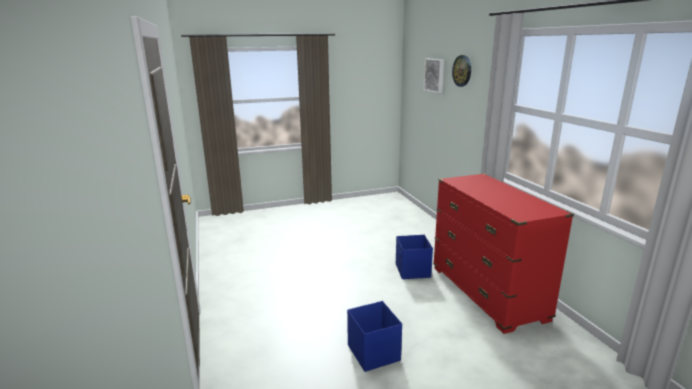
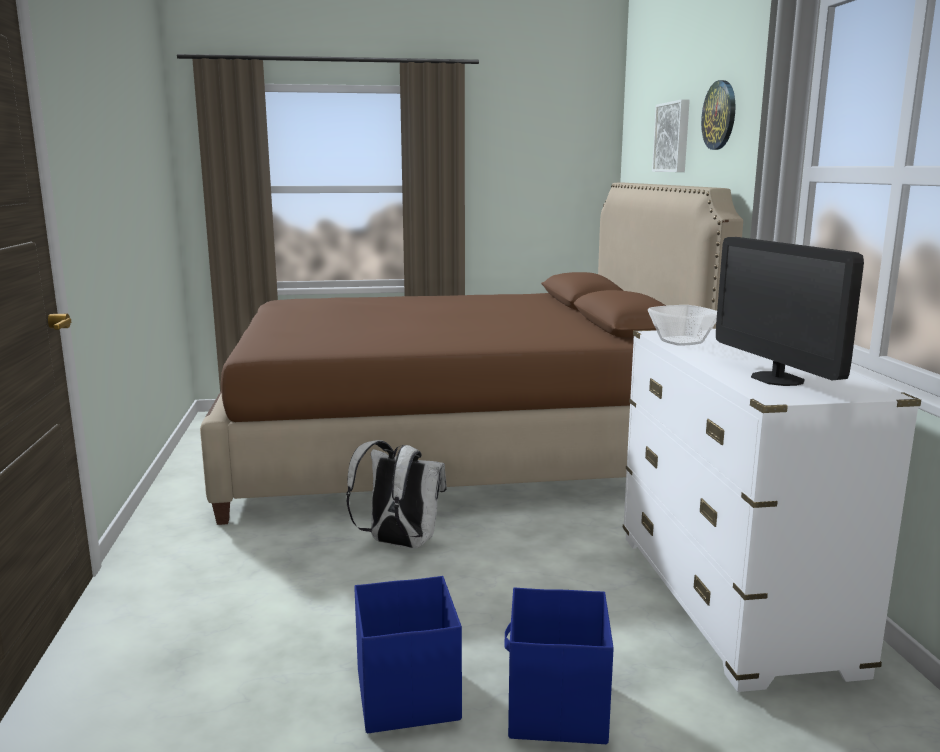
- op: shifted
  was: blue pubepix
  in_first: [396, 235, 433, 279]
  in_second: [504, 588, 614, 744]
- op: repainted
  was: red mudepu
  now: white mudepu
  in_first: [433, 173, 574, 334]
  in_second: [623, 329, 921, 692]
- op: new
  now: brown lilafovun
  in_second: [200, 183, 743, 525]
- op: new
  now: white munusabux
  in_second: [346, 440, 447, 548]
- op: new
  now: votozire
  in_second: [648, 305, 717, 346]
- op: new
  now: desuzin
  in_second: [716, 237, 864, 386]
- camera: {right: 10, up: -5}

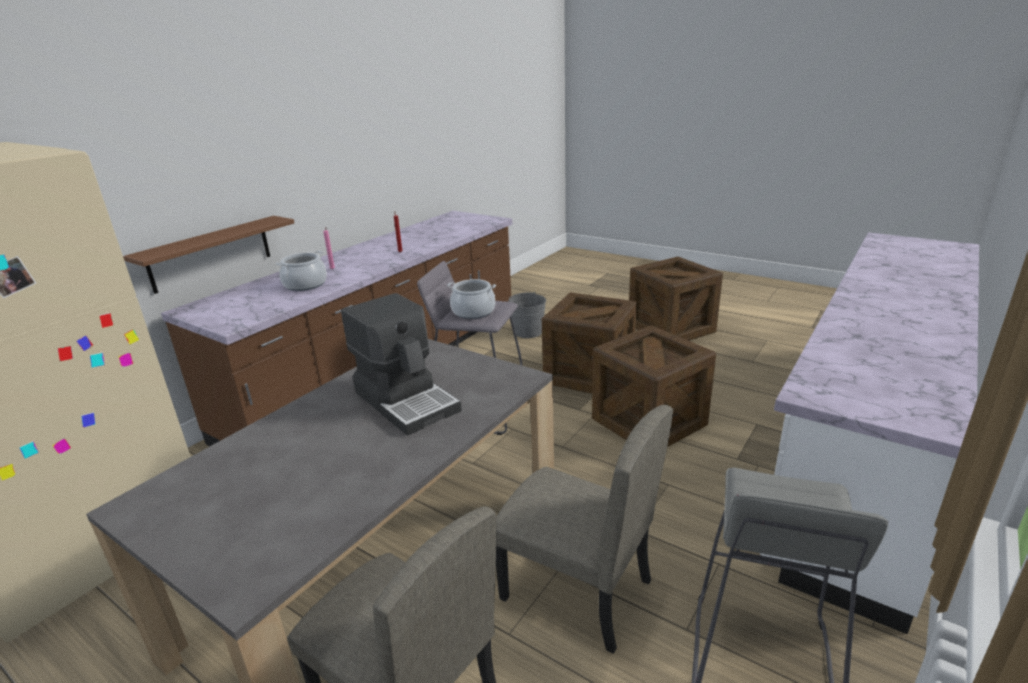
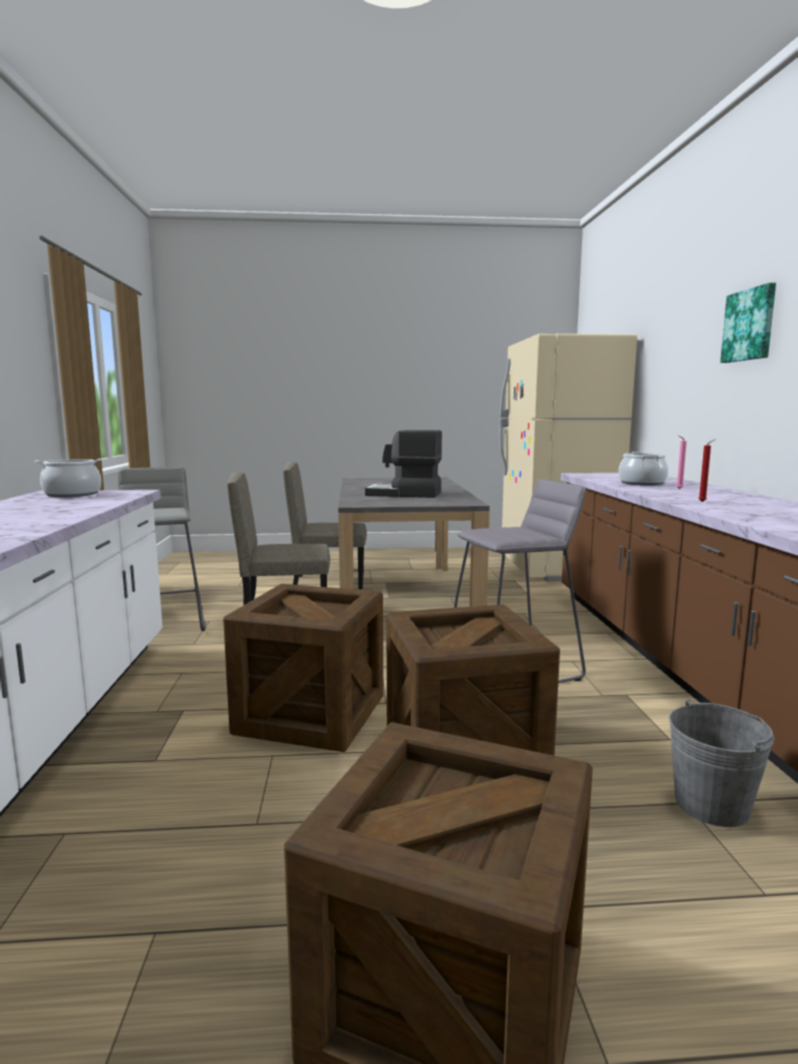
- op: gone
  was: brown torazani
  in_first: [123, 216, 294, 294]
- op: shifted
  was: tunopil
  in_first: [447, 279, 496, 319]
  in_second: [35, 459, 102, 497]
- op: new
  now: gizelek
  in_second: [720, 283, 776, 363]
- camera: {right: 140, up: -15}

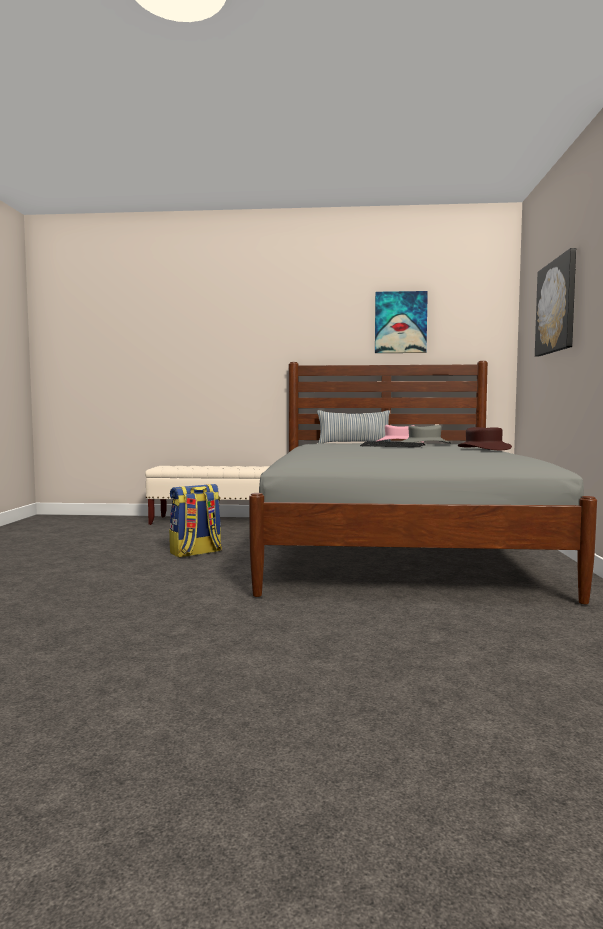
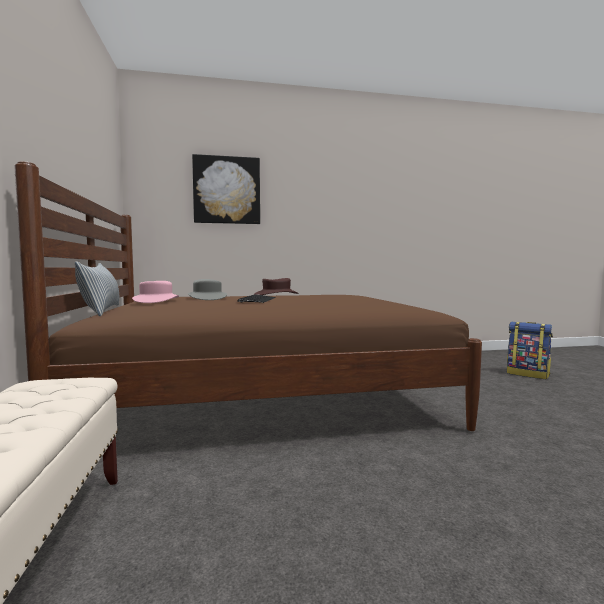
- op: shifted
  was: munusabux
  in_first: [169, 484, 222, 558]
  in_second: [507, 322, 553, 379]
- op: repainted
  was: grey lilafovun
  now: brown lilafovun
  in_first: [249, 361, 597, 604]
  in_second: [14, 161, 482, 431]
- op: gone
  was: gizelek
  in_first: [375, 291, 428, 353]
- camera: {right: -105, up: 0}

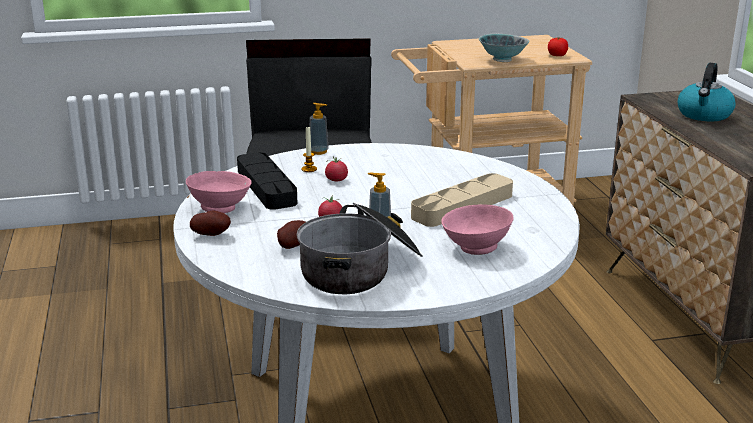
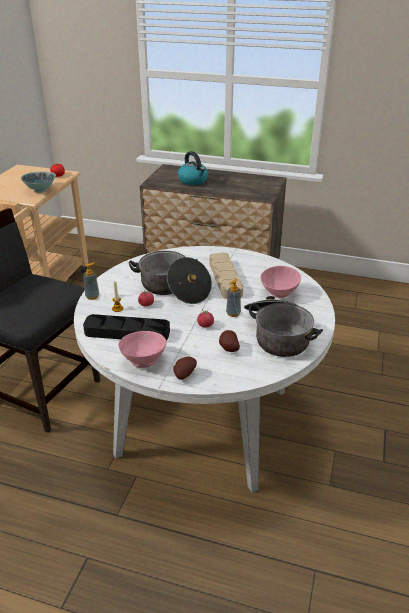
- op: new
  now: tunopil
  in_second: [129, 251, 212, 304]
- camera: {right: -60, up: 10}

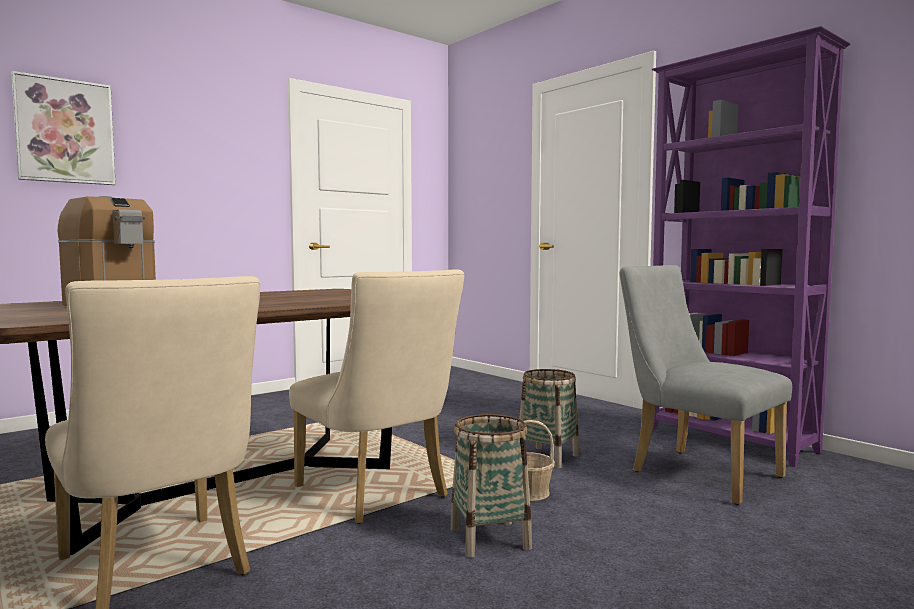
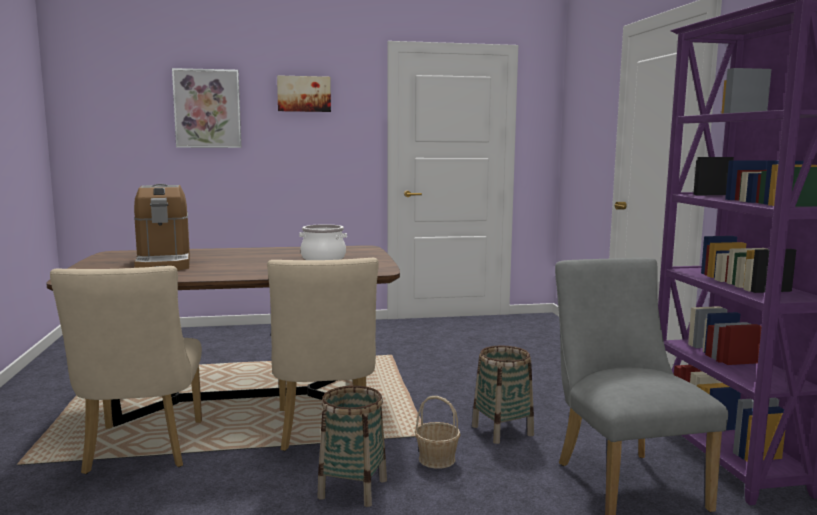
- op: new
  now: gizelek
  in_second: [277, 75, 331, 112]
- op: new
  now: tunopil
  in_second: [299, 224, 347, 260]
- camera: {right: 30, up: 5}

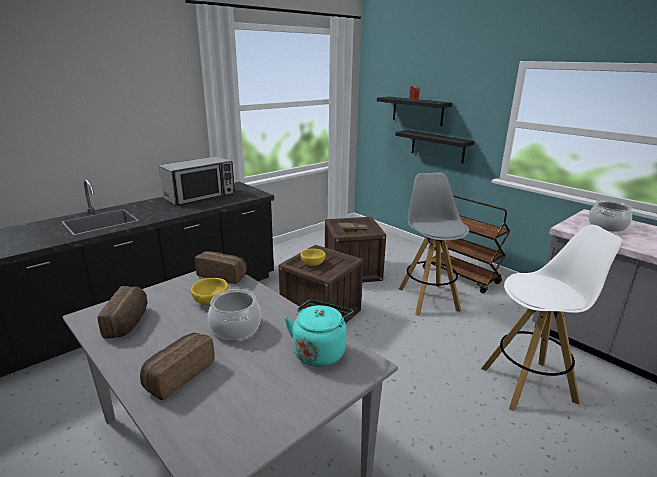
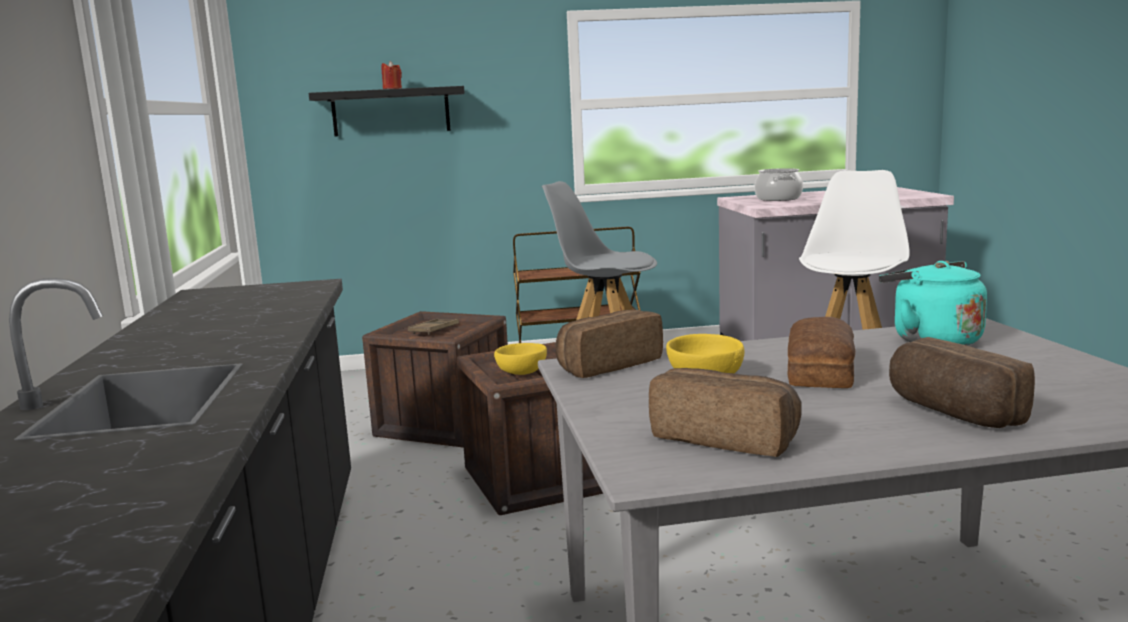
- op: gone
  was: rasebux
  in_first: [159, 156, 235, 206]
- op: swapped
  was: tunopil
  now: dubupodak
  in_first: [208, 289, 261, 340]
  in_second: [788, 317, 855, 388]
- op: gone
  was: black torazani
  in_first: [395, 130, 475, 163]
- camera: {right: -55, up: -10}

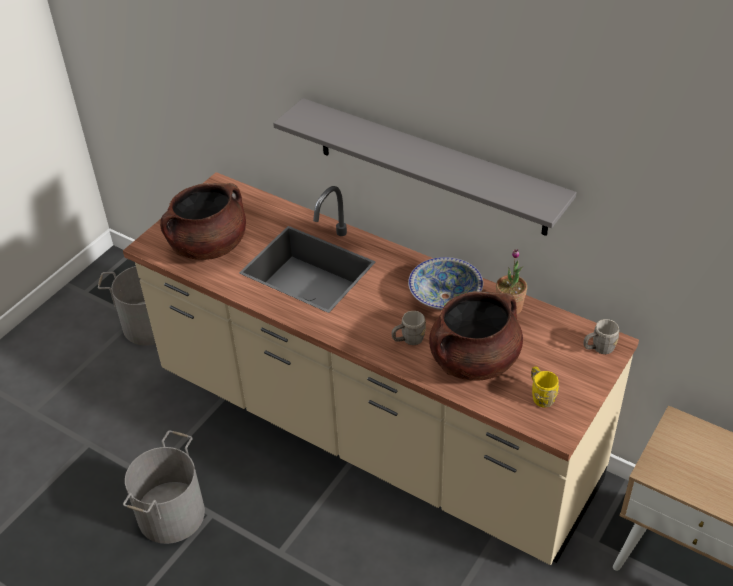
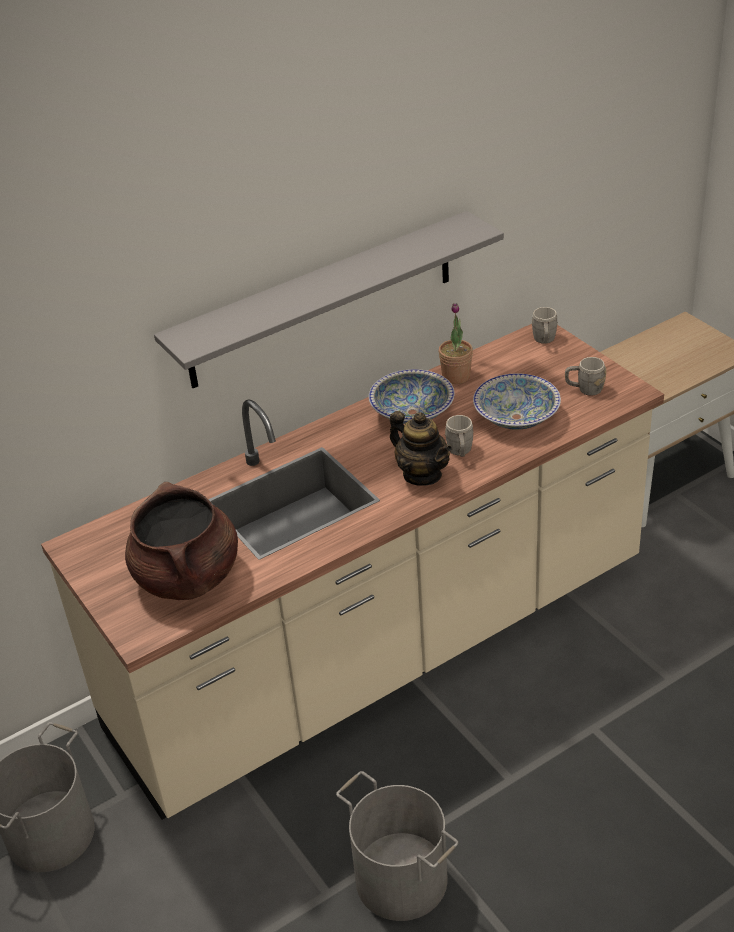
- op: swapped
  was: brown tunopil
  now: votozire
  in_first: [429, 291, 523, 381]
  in_second: [473, 373, 561, 430]
- op: repainted
  was: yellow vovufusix
  now: grey vovufusix
  in_first: [531, 366, 559, 408]
  in_second: [565, 357, 606, 396]
- op: new
  now: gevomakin
  in_second: [390, 411, 452, 486]
- camera: {right: -65, up: -5}

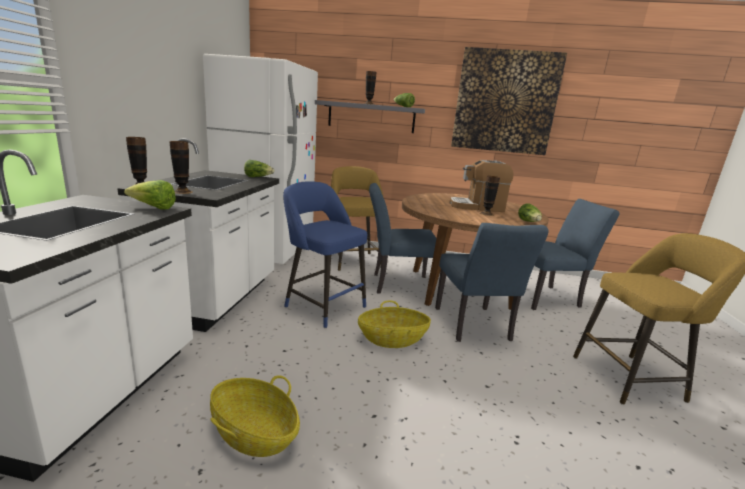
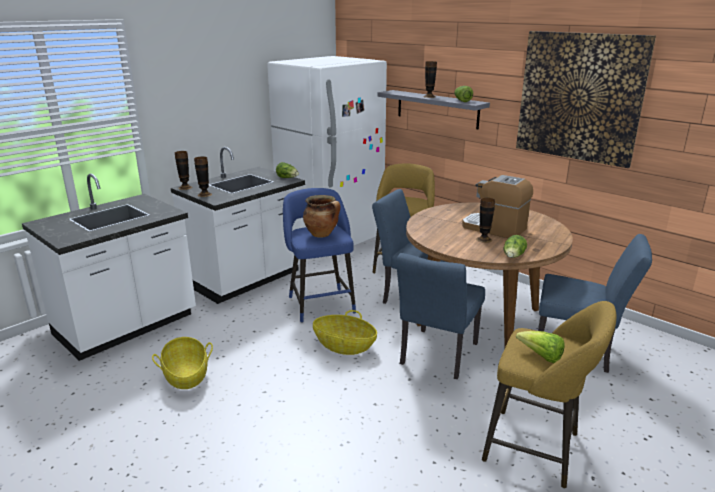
- op: shifted
  was: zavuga
  in_first: [124, 180, 176, 210]
  in_second: [516, 331, 565, 363]
- op: new
  now: tunopil
  in_second: [303, 195, 341, 237]
- camera: {right: 35, up: 5}

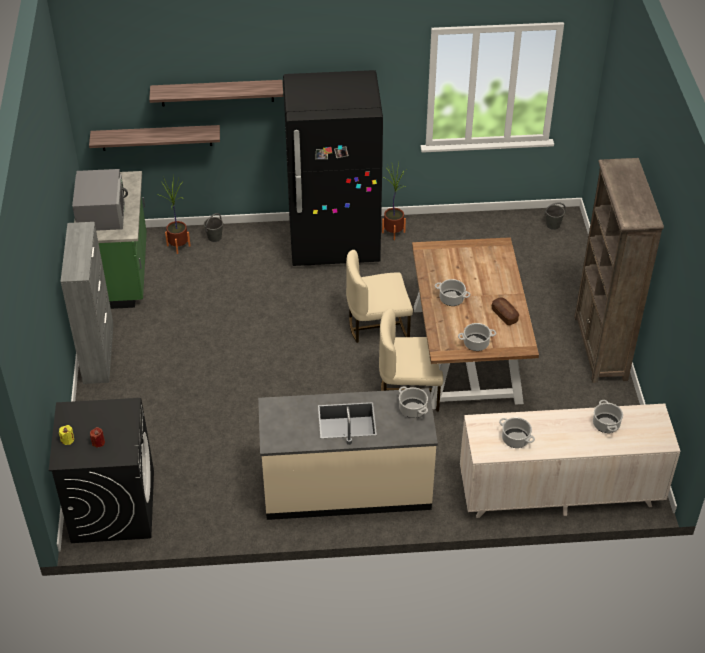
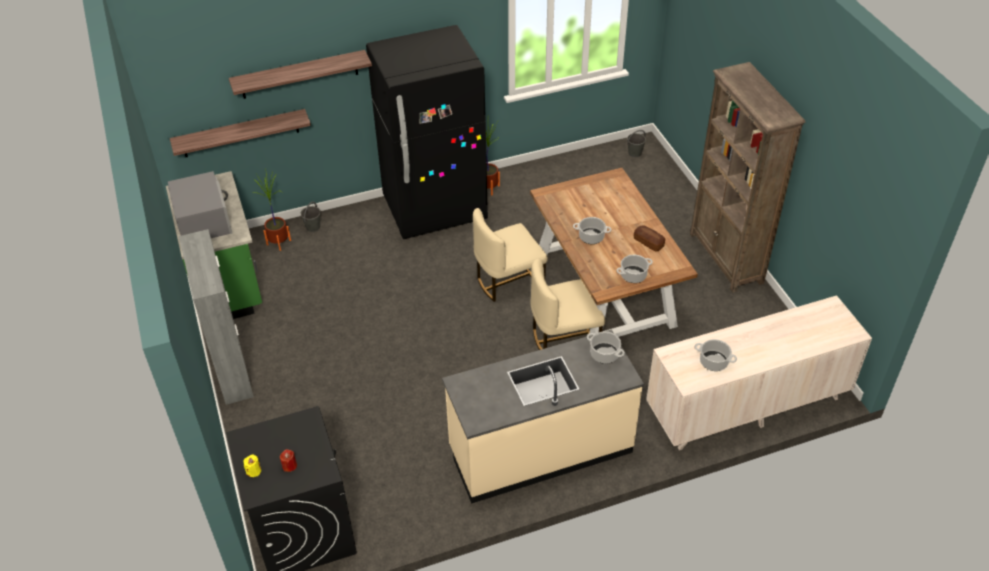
- op: gone
  was: tunopil
  in_first: [593, 400, 623, 433]
- camera: {right: -15, up: 0}

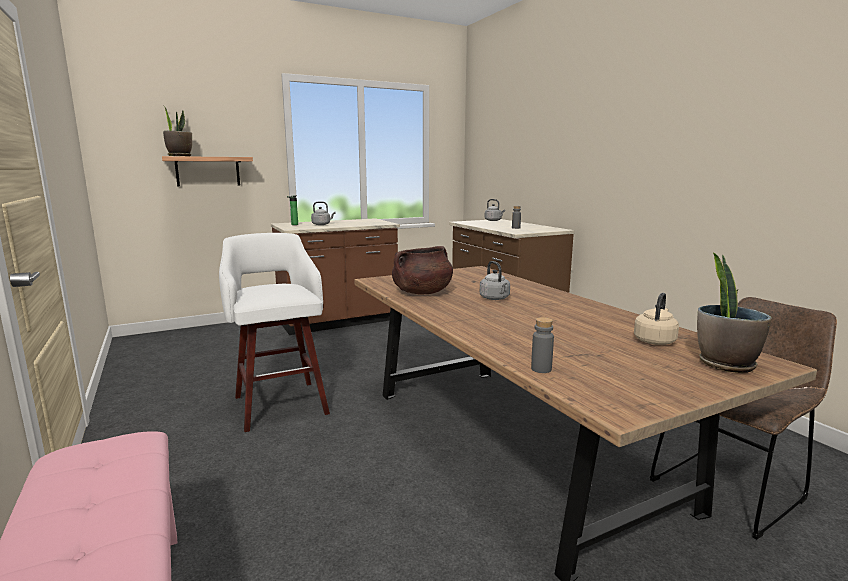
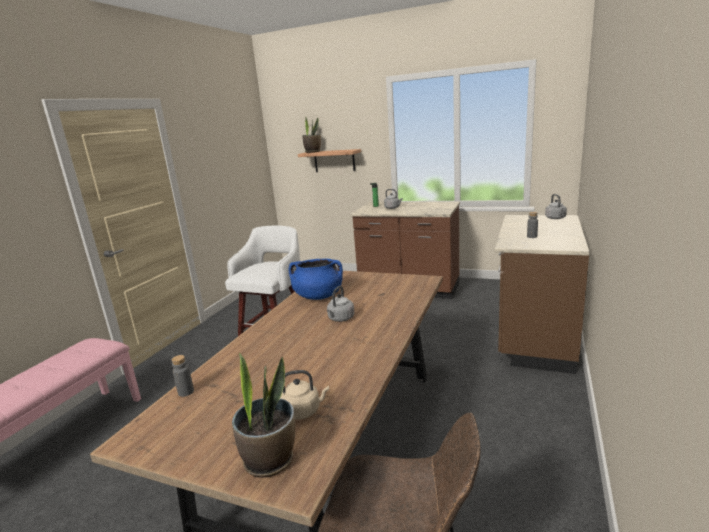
- op: repainted
  was: brown tunopil
  now: blue tunopil
  in_first: [392, 246, 453, 294]
  in_second: [289, 259, 343, 300]
- camera: {right: 50, up: 5}

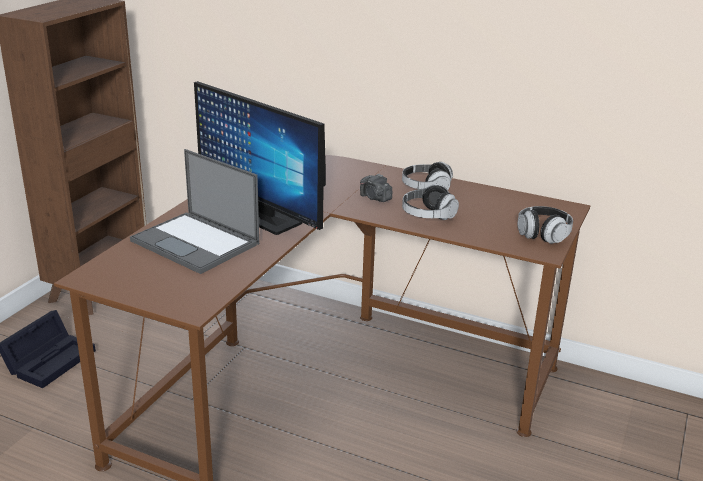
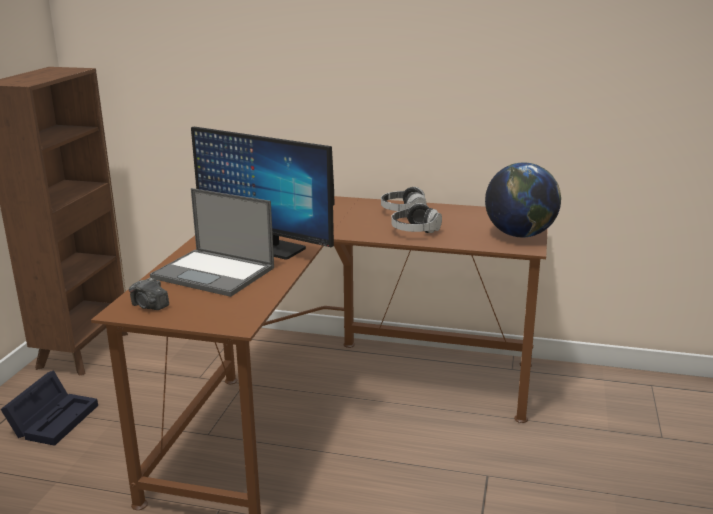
- op: shifted
  was: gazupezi
  in_first: [360, 174, 392, 202]
  in_second: [129, 277, 169, 310]
- op: swapped
  was: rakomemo
  now: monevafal
  in_first: [517, 206, 573, 244]
  in_second: [485, 162, 561, 238]
- camera: {right: -10, up: -5}

